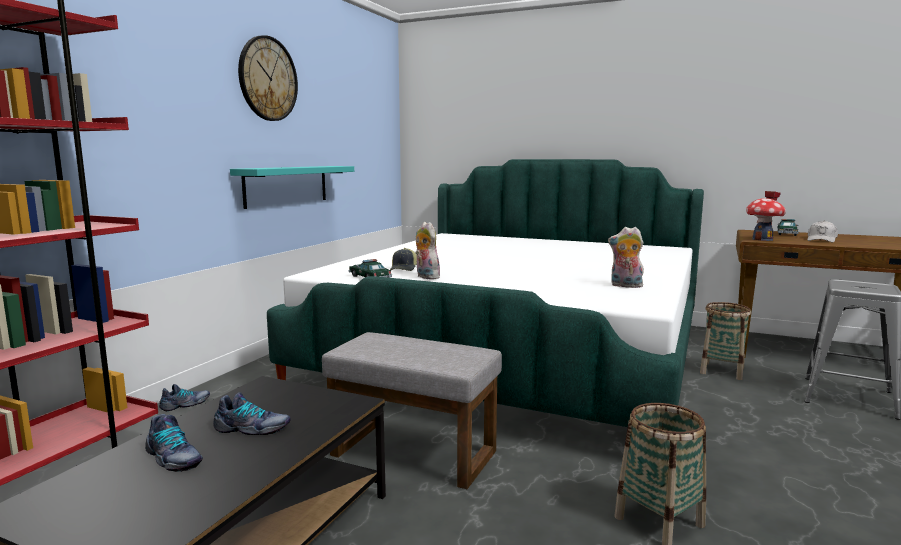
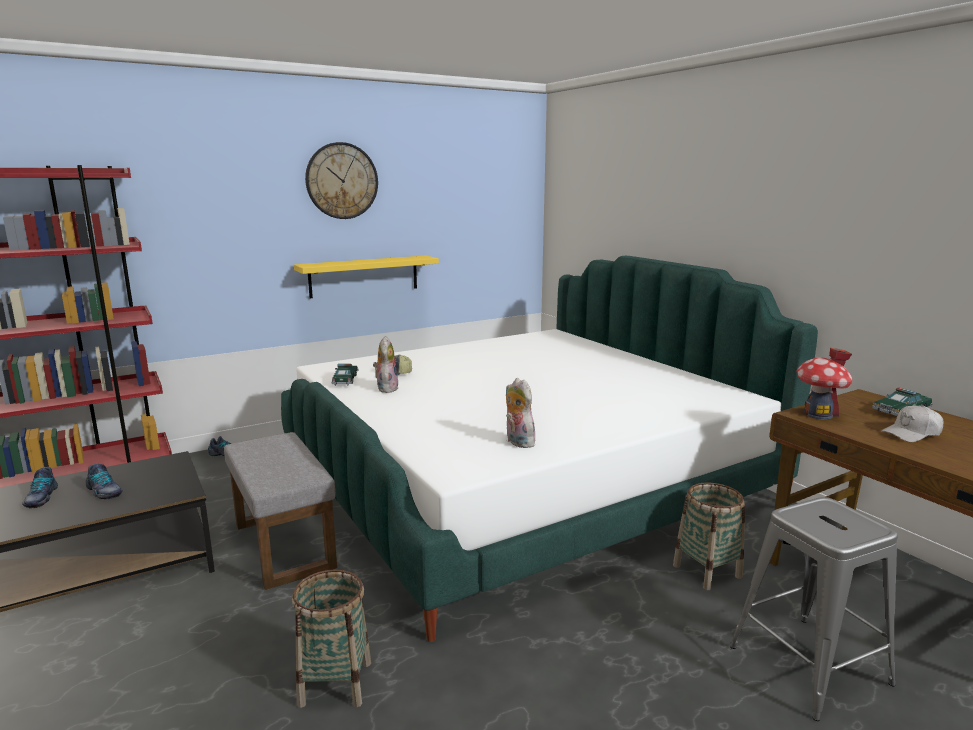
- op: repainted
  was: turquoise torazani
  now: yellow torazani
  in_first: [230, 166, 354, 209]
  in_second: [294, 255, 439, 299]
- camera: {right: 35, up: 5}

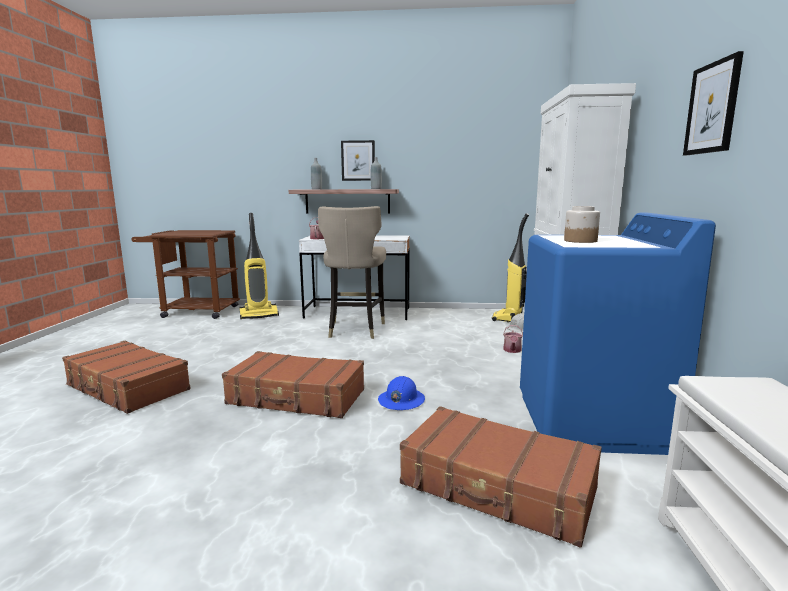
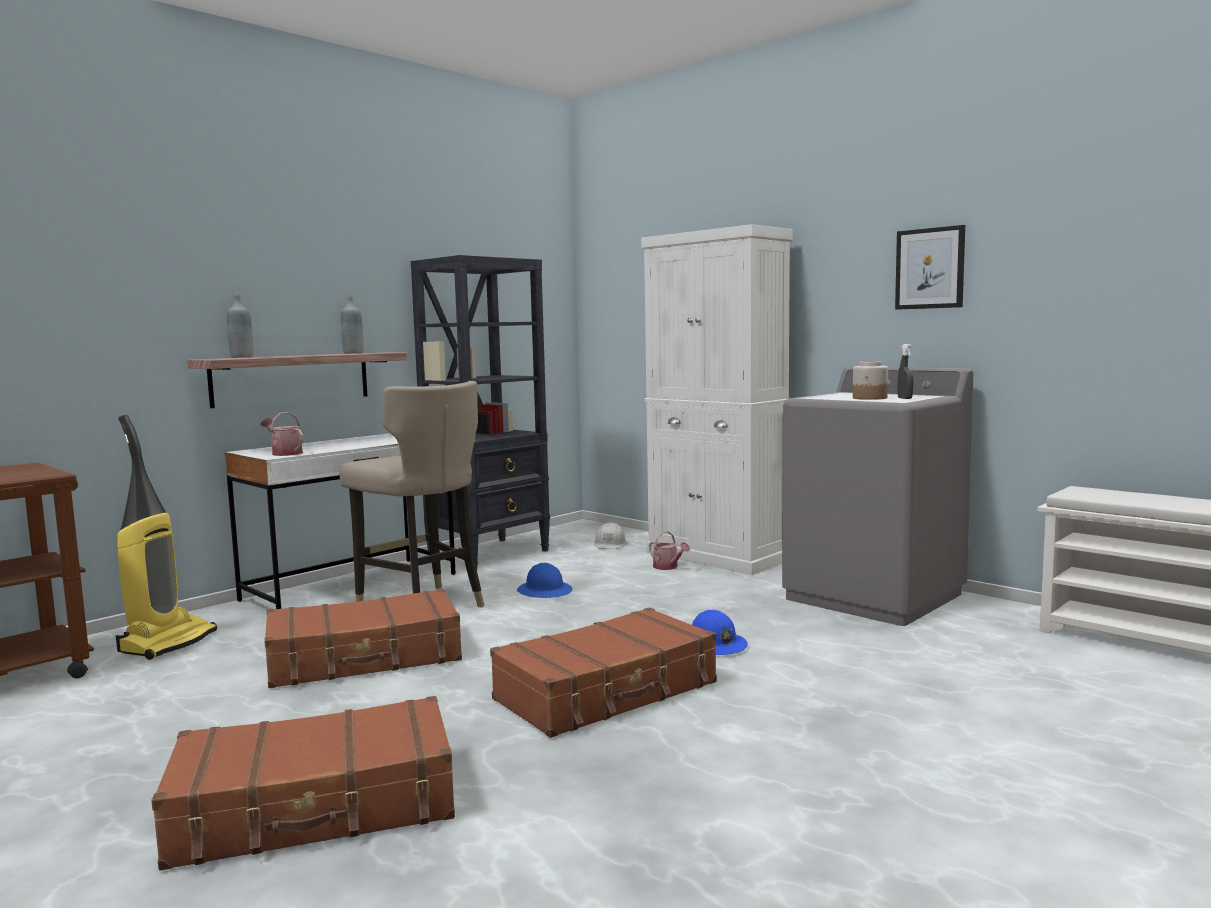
- op: gone
  was: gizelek
  in_first: [341, 140, 375, 181]
- op: shifted
  was: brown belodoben
  in_first: [400, 406, 602, 548]
  in_second: [264, 589, 462, 688]
- op: gone
  was: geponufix
  in_first: [492, 213, 529, 322]
- op: repainted
  was: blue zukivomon
  now: grey zukivomon
  in_first: [520, 213, 716, 455]
  in_second: [782, 367, 973, 626]
- op: new
  now: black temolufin
  in_second: [411, 255, 550, 569]
- op: new
  now: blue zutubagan
  in_second: [517, 563, 573, 598]
- op: new
  now: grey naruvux
  in_second: [897, 344, 914, 399]
- camera: {right: -50, up: -5}

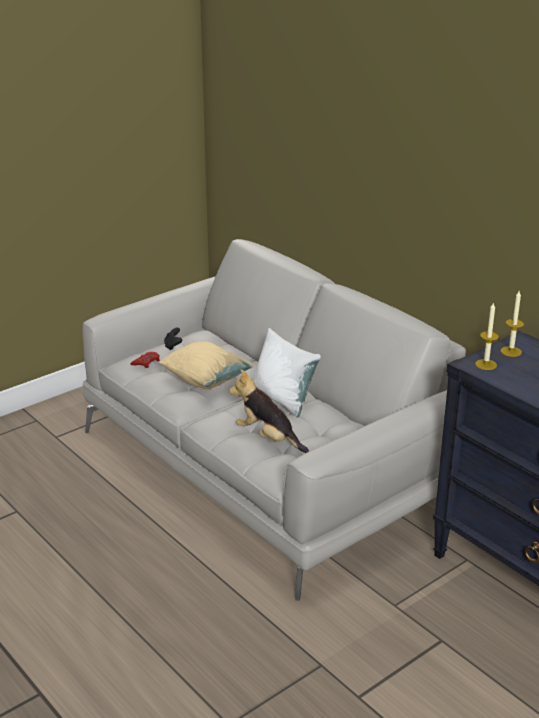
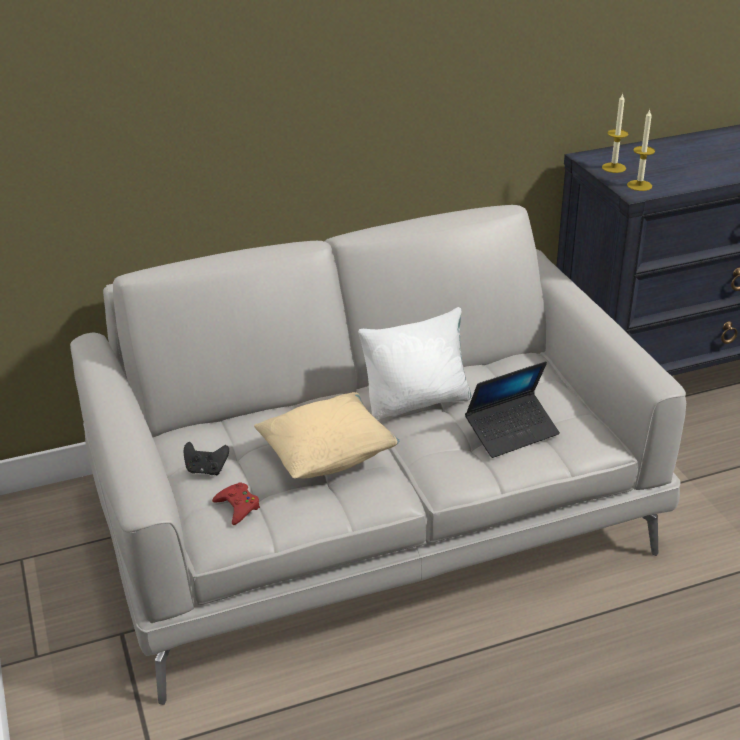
- op: swapped
  was: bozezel
  now: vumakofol
  in_first: [229, 370, 309, 453]
  in_second: [465, 361, 560, 458]
- camera: {right: -70, up: 5}

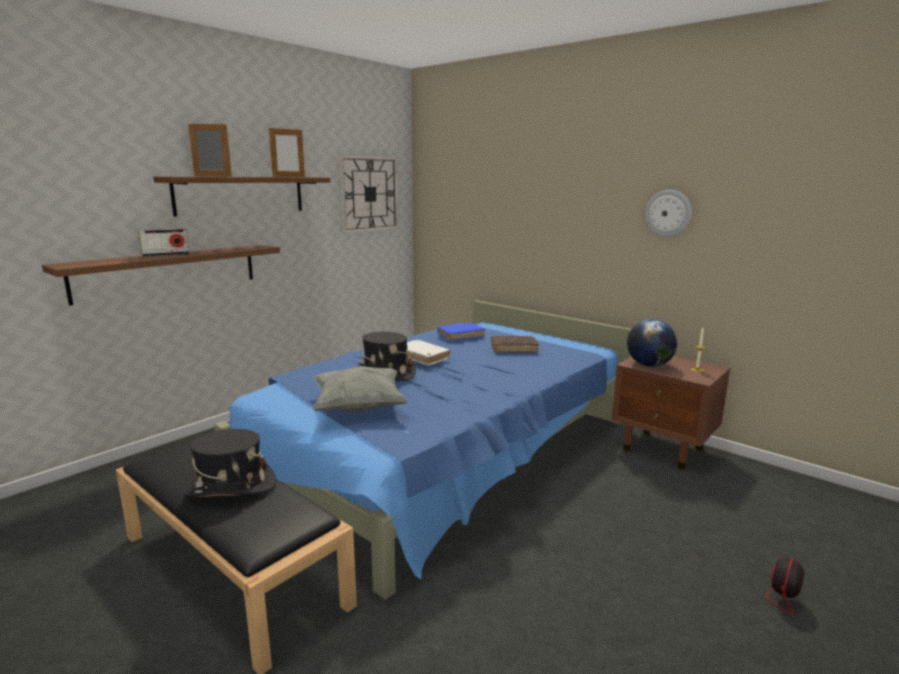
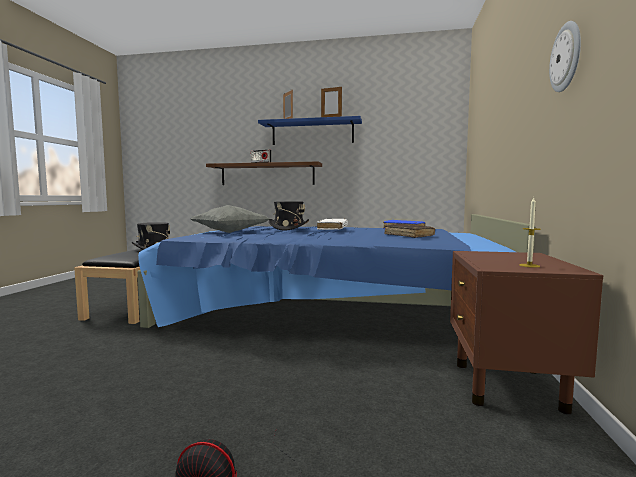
- op: repainted
  was: brown torazani
  now: blue torazani
  in_first: [153, 177, 330, 217]
  in_second: [258, 116, 362, 145]
- op: gone
  was: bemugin
  in_first: [339, 155, 398, 233]
- op: gone
  was: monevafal
  in_first: [627, 319, 677, 367]
- camera: {right: 60, up: -10}

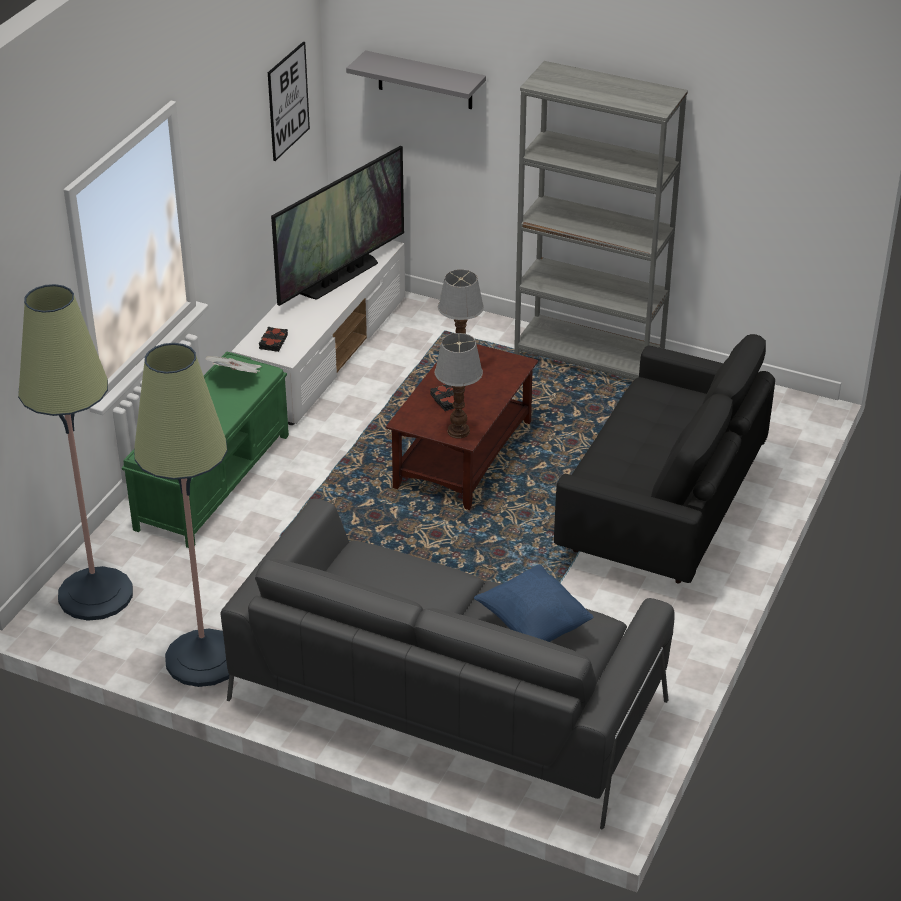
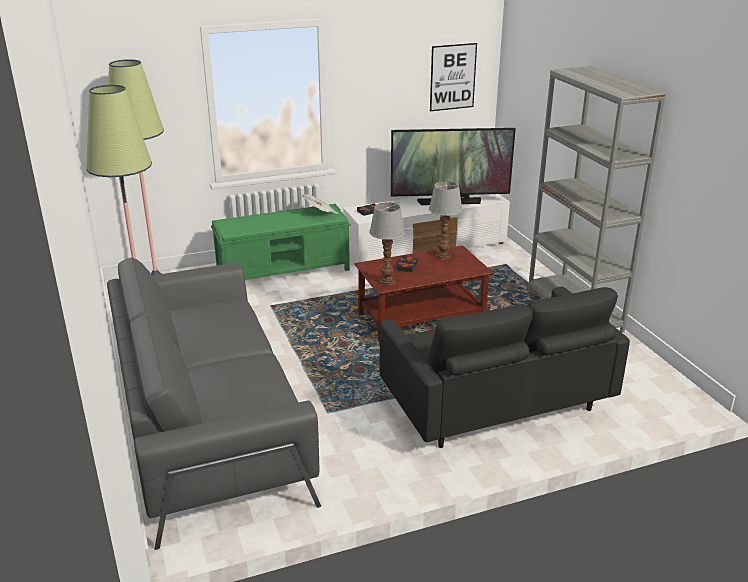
- op: gone
  was: grey torazani
  in_first: [346, 50, 486, 109]
- op: gone
  was: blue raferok
  in_first: [474, 565, 593, 642]
- camera: {right: 45, up: -10}

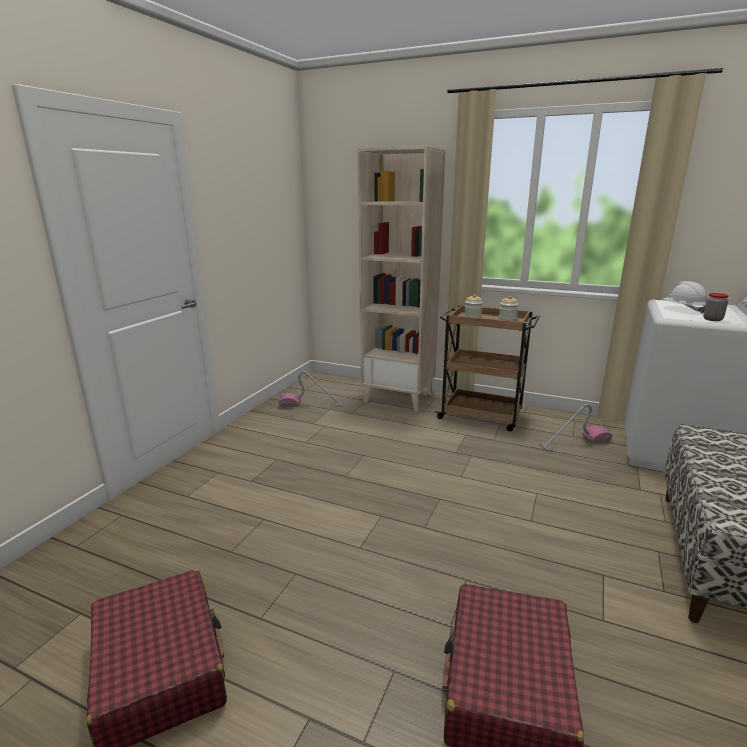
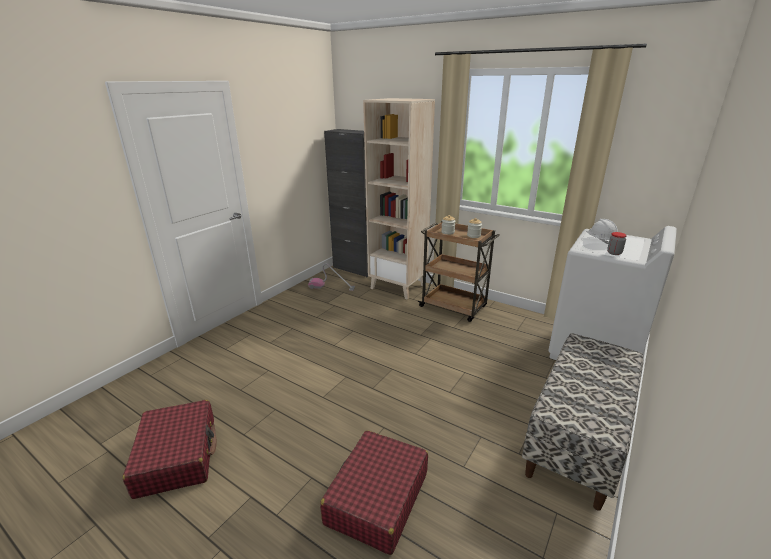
- op: gone
  was: geponufix
  in_first: [539, 404, 612, 451]
- op: new
  now: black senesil
  in_second: [324, 129, 369, 277]
- camera: {right: 10, up: 5}

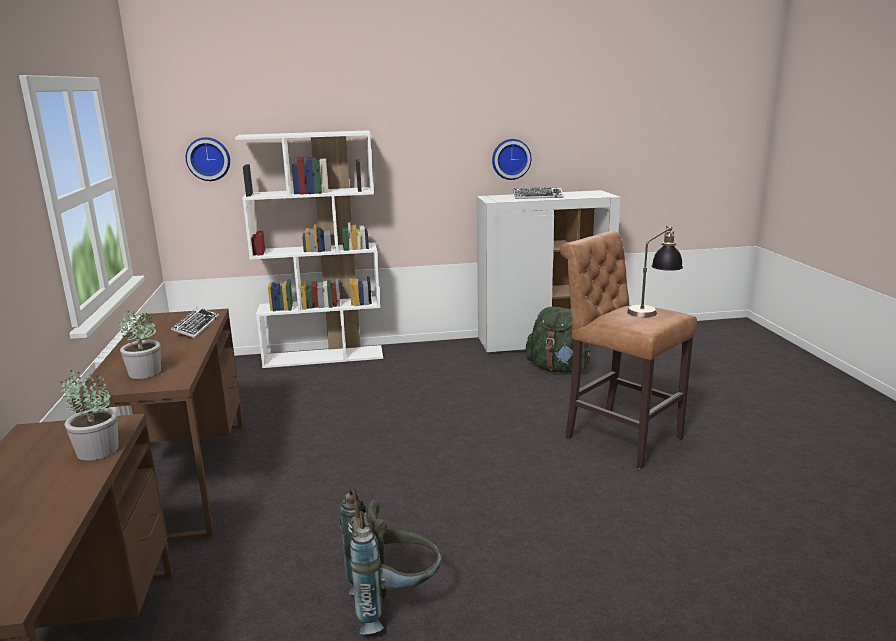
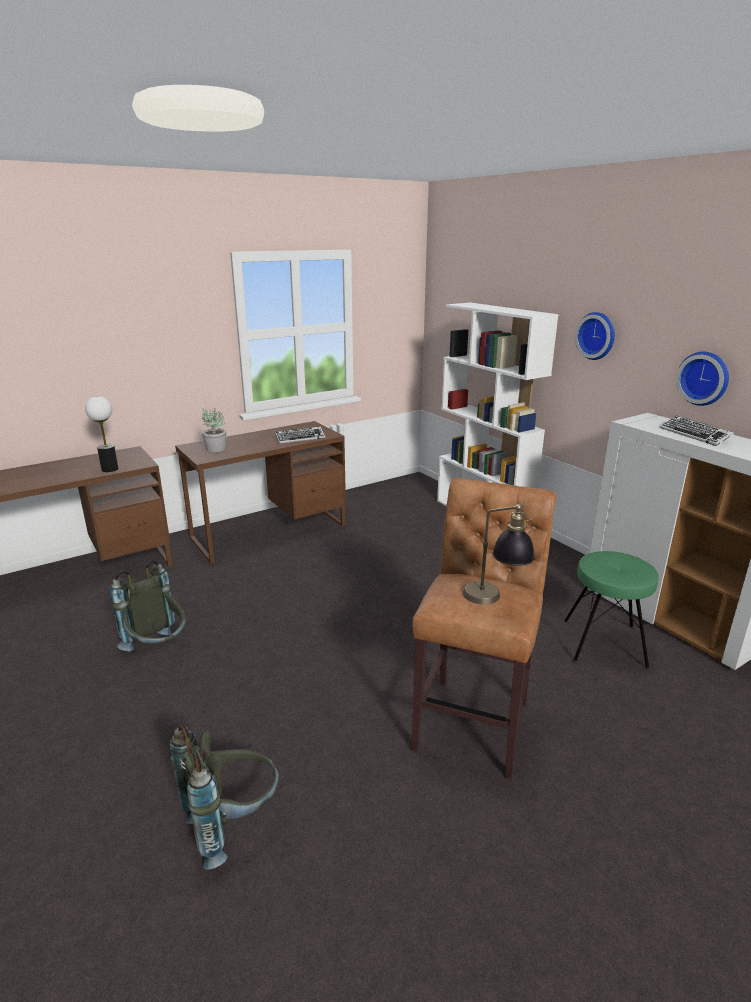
- op: swapped
  was: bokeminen
  now: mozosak
  in_first: [61, 369, 119, 460]
  in_second: [85, 396, 118, 472]
- op: shifted
  was: bemugin
  in_first: [186, 137, 230, 181]
  in_second: [575, 312, 615, 360]
- op: swapped
  was: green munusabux
  now: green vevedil
  in_first: [525, 307, 591, 373]
  in_second: [564, 551, 659, 670]
- op: new
  now: grey munusabux
  in_second: [170, 724, 279, 870]
- camera: {right: 65, up: 5}

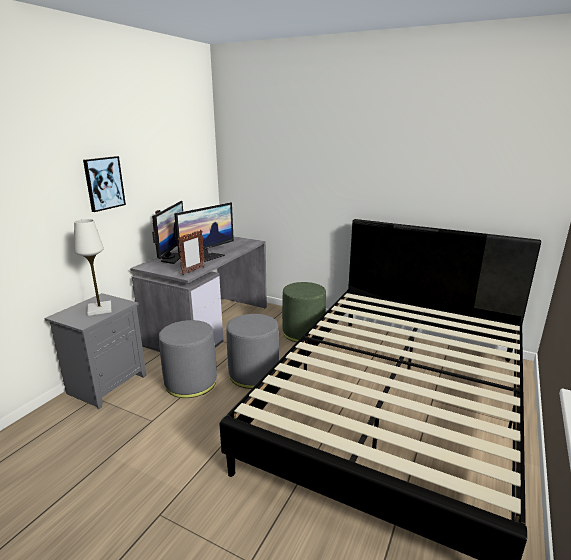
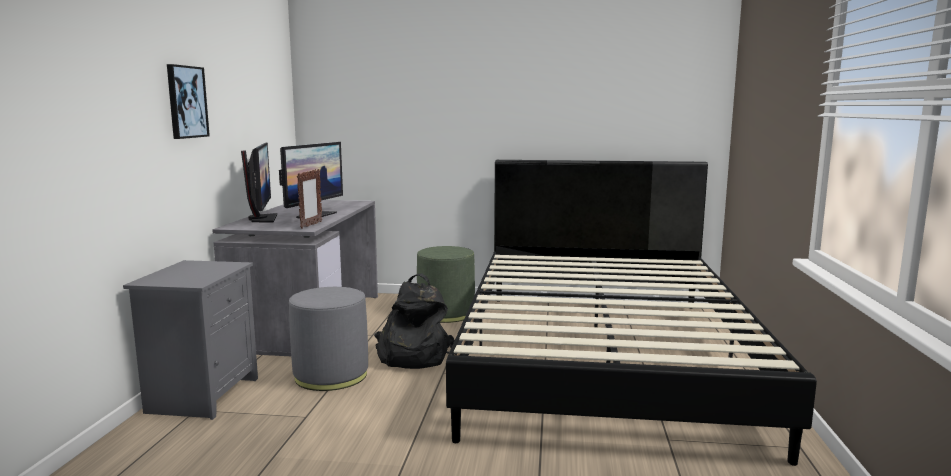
- op: gone
  was: white mozosak
  in_first: [74, 219, 112, 316]
- op: swapped
  was: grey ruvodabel
  now: black munusabux
  in_first: [226, 314, 279, 389]
  in_second: [374, 273, 455, 369]
- camera: {right: -20, up: -10}

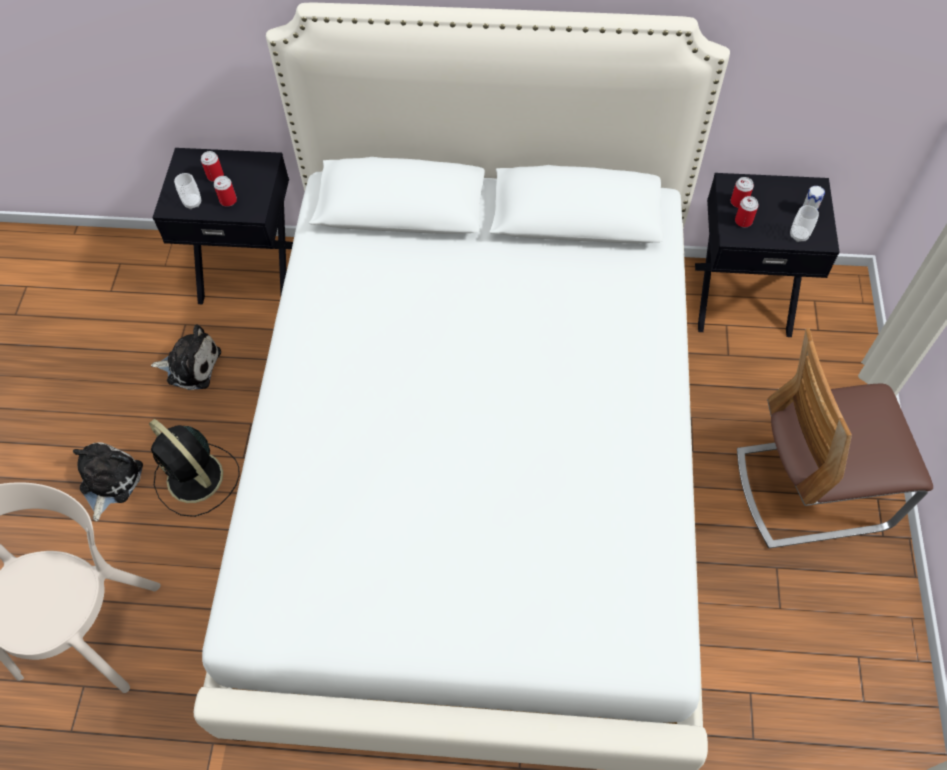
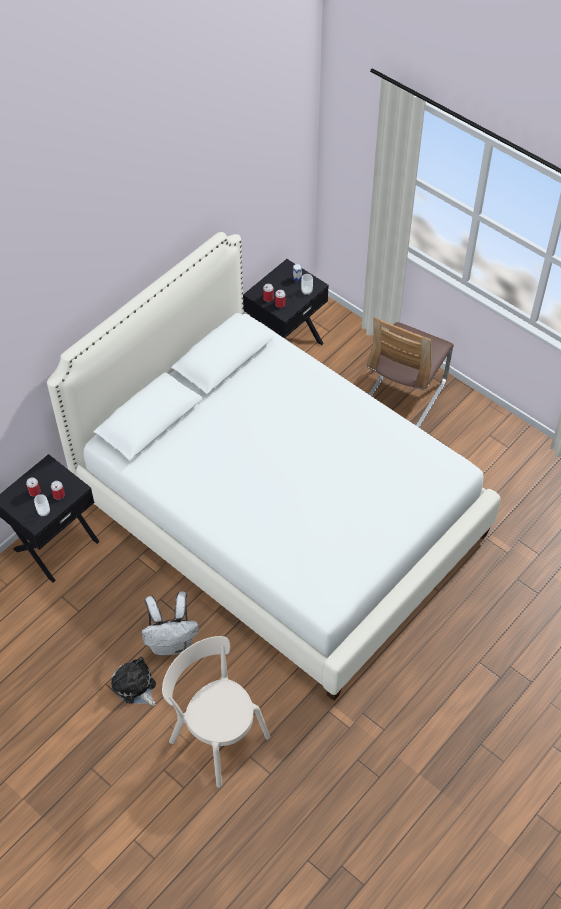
- op: swapped
  was: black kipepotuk
  now: white munusabux
  in_first: [149, 419, 240, 517]
  in_second: [142, 591, 199, 655]
- op: gone
  was: bozezel
  in_first: [151, 324, 221, 390]
- camera: {right: -55, up: -5}

